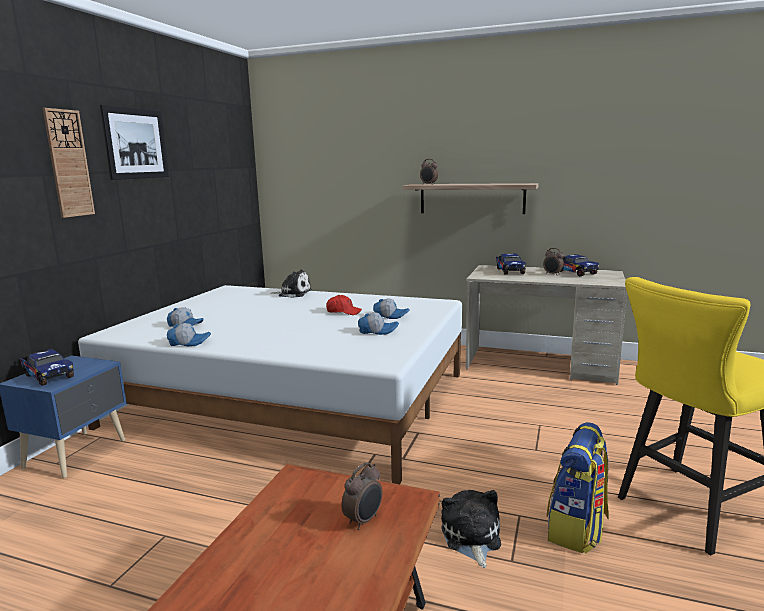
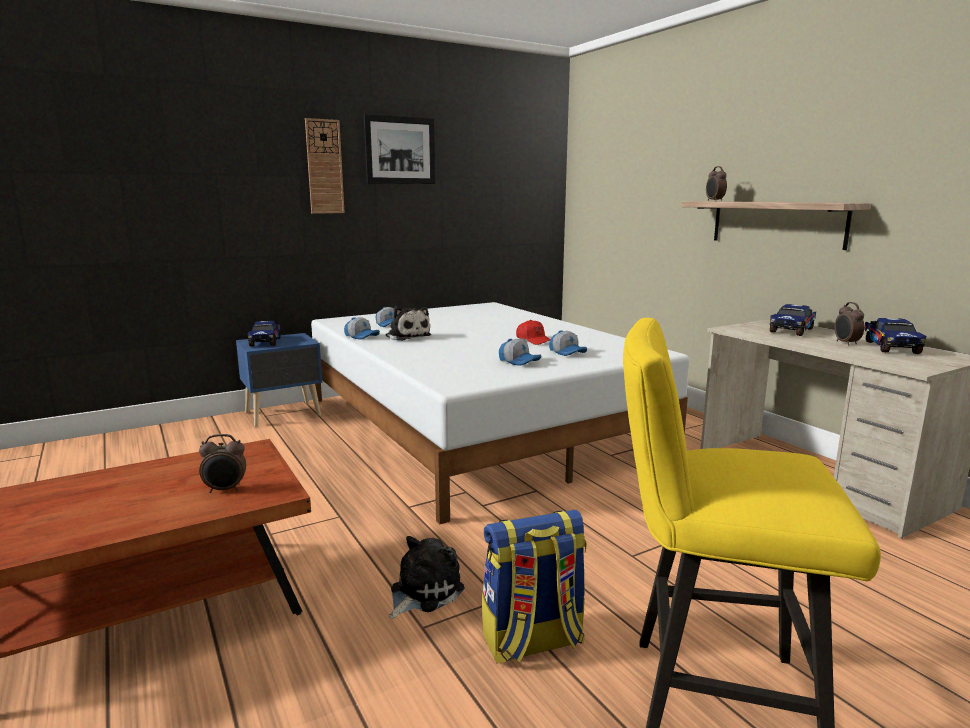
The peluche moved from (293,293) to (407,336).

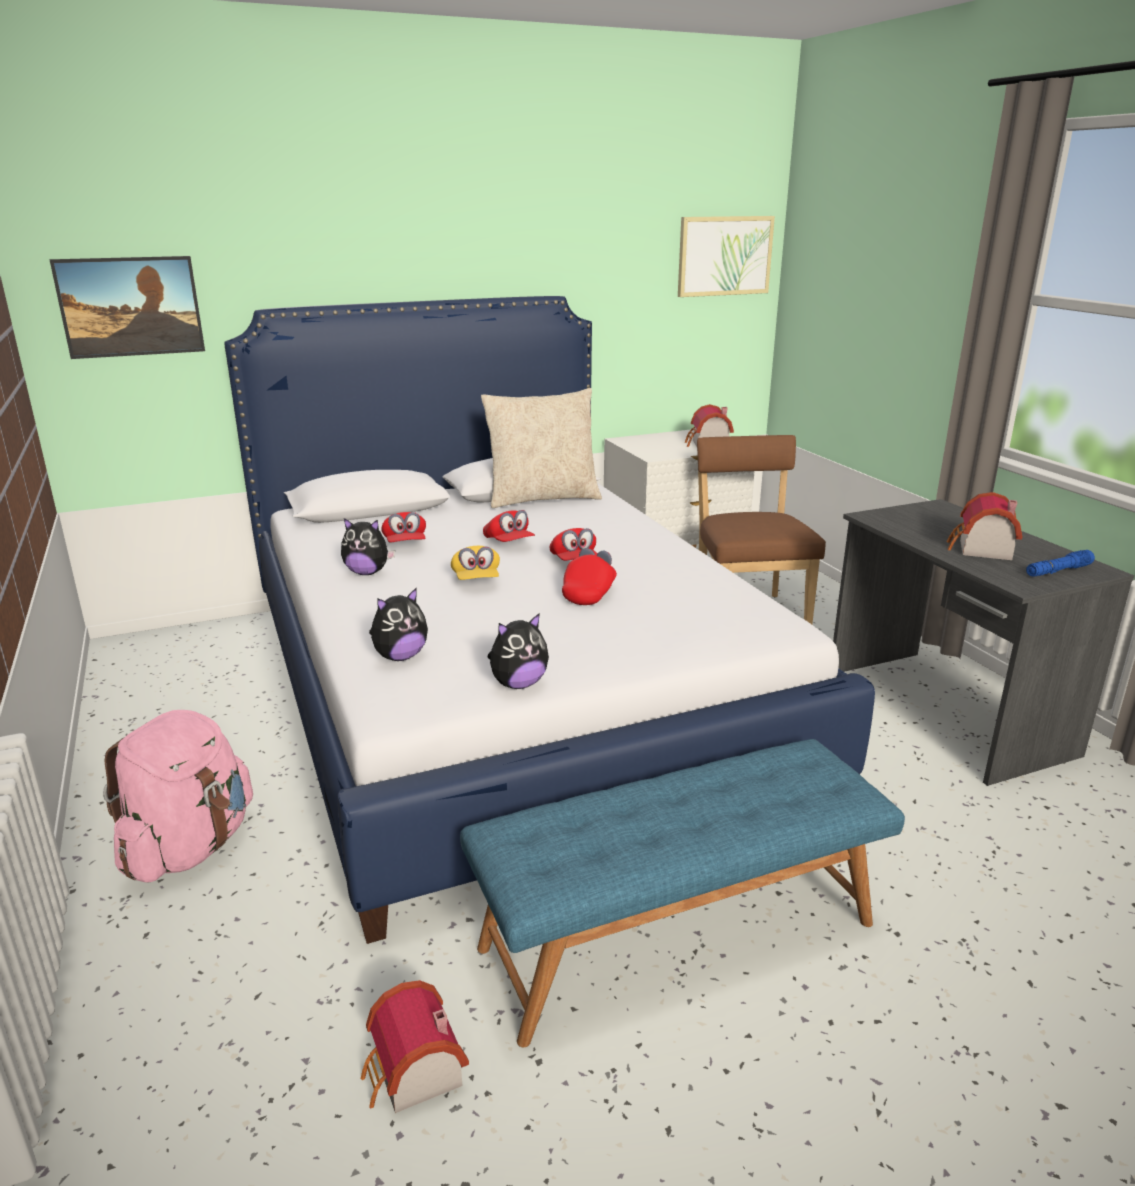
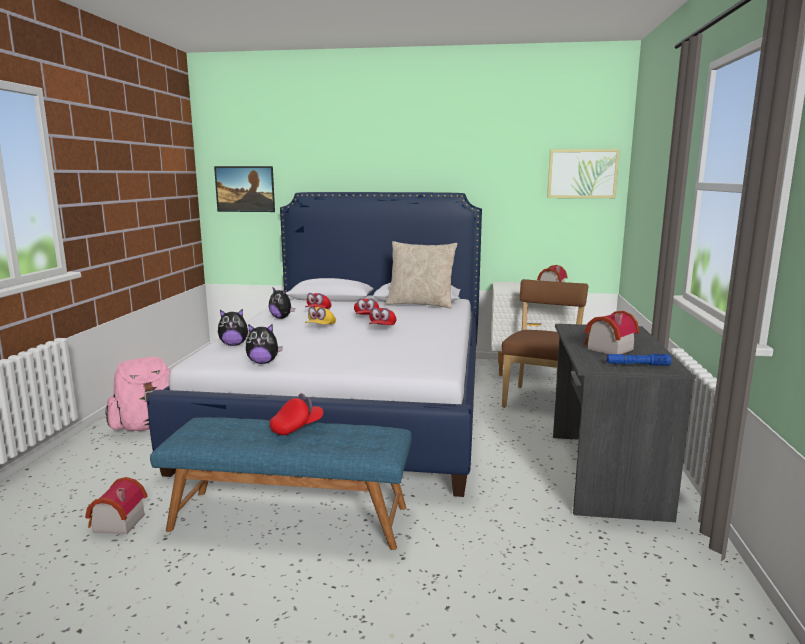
The gorra (rojo) moved from (589,593) to (297,427).

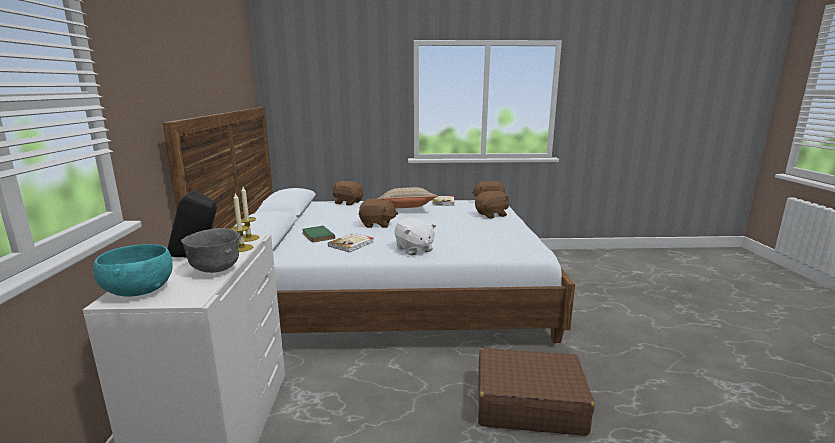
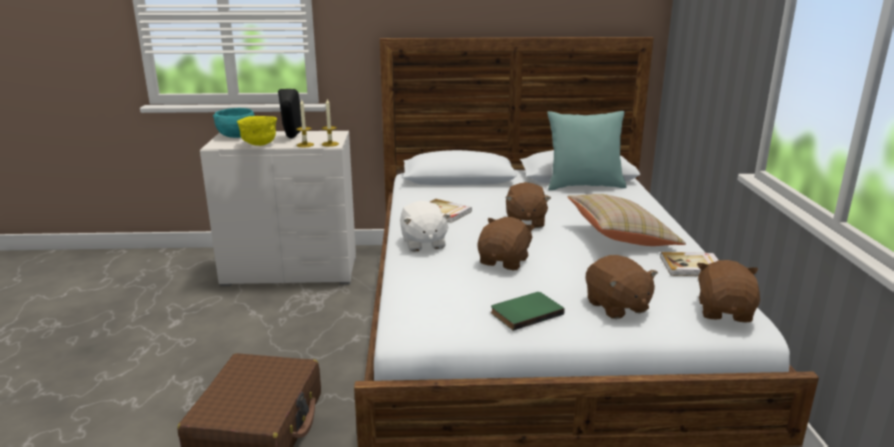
The cojín (turquesa) at (584,186) appeared.
The libro (verde) moved from (317,236) to (525,312).
The peluche (marrón) moved from (348,202) to (504,261).
The cuenco (gris) at (216,270) became the cuenco (amarillo) at (259,144).
The peluche (blanco) at (414,249) turned 75 degrees counterclockwise.

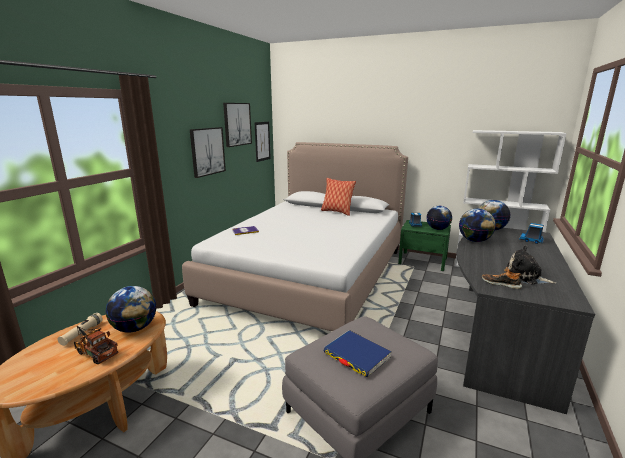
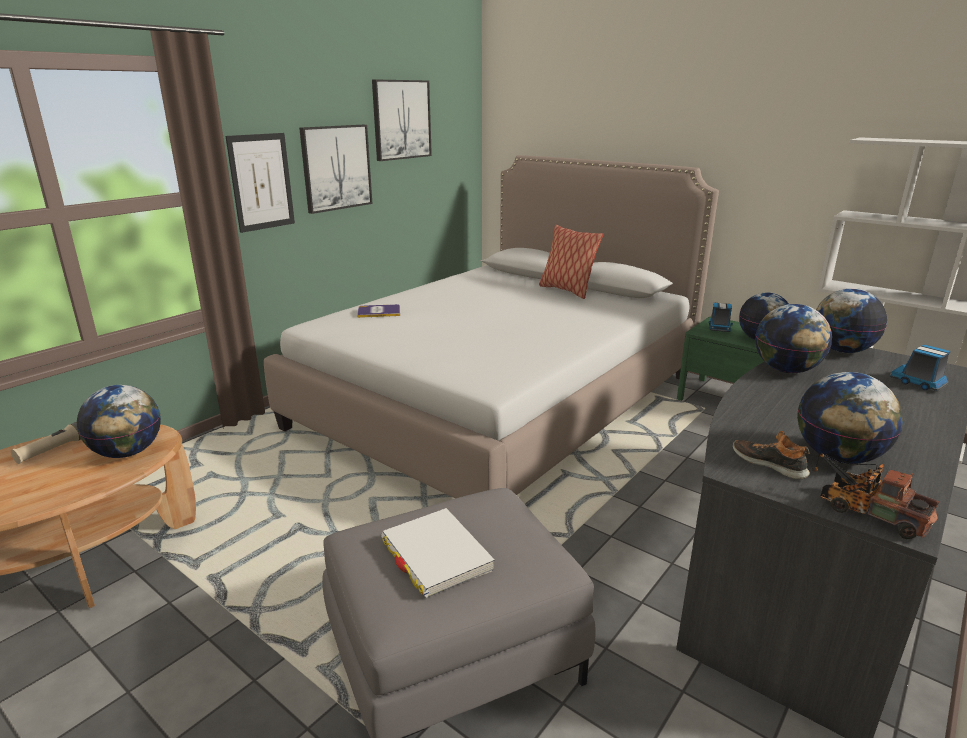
The camión de juguete moved from (95,352) to (865,512).
The cuadro moved from (262,141) to (261,182).
The peluche at (525,277) was replaced by the globo terráqueo at (837,457).
The libro (azul) at (356,355) became the libro (blanco) at (436,555).

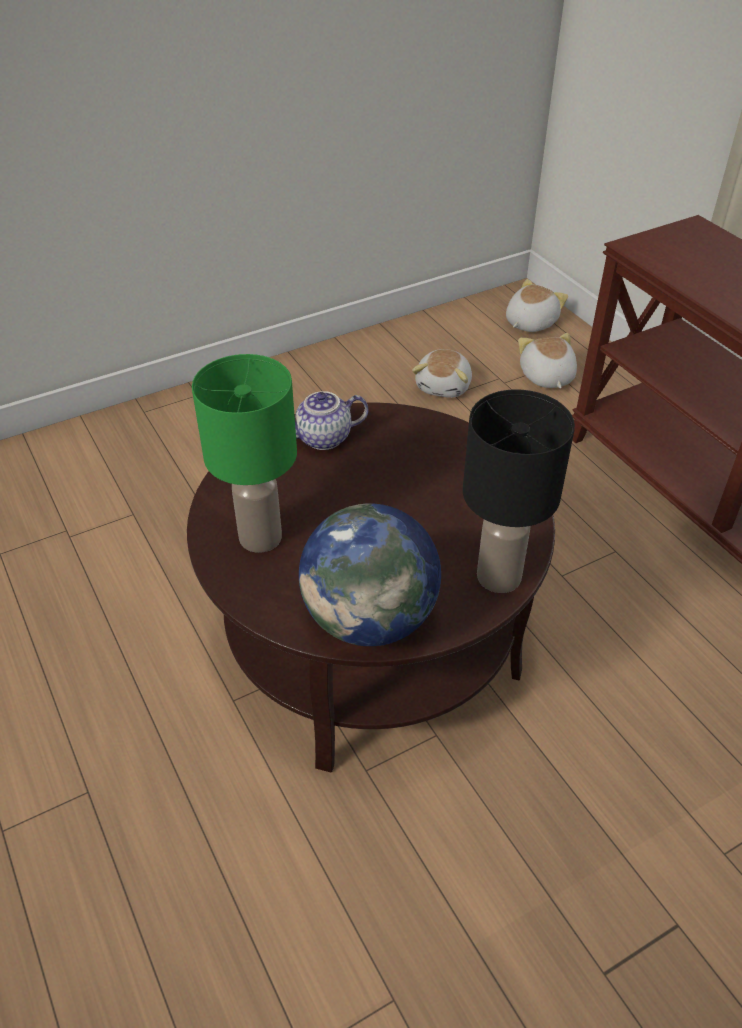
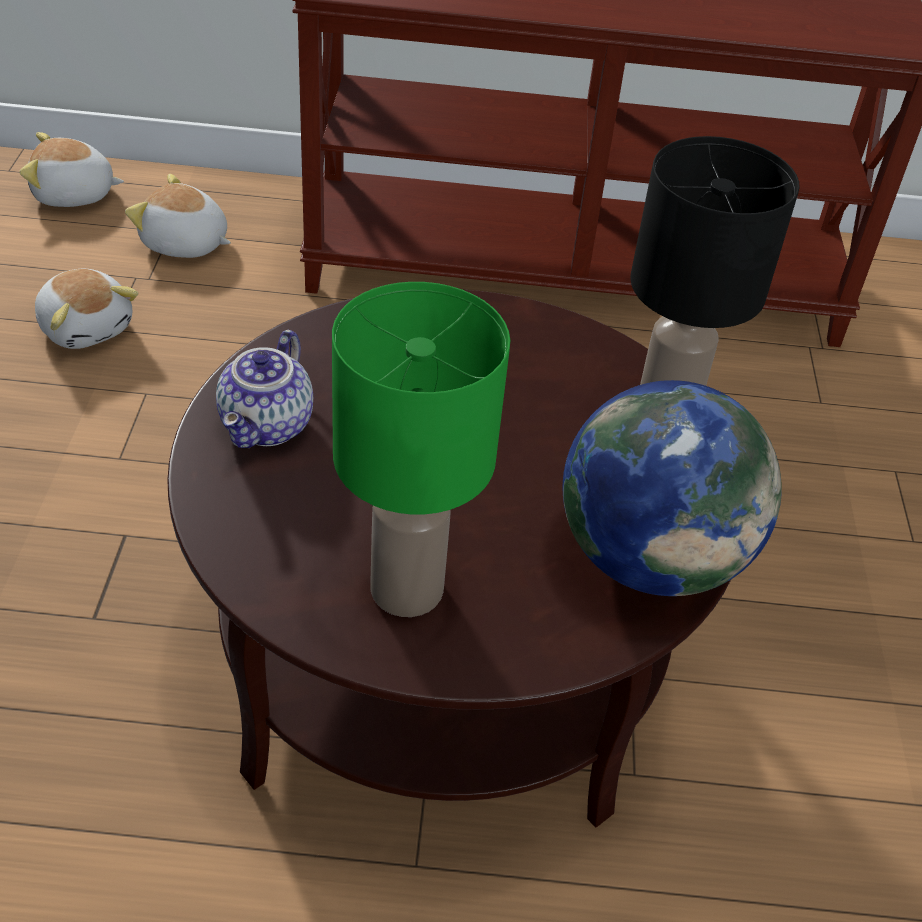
The peluche at (529,322) turned 75 degrees counterclockwise.

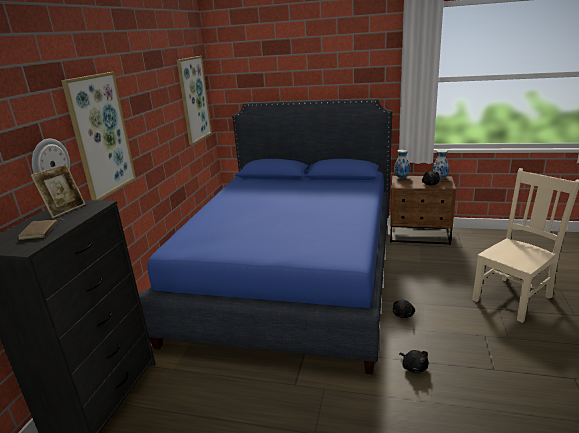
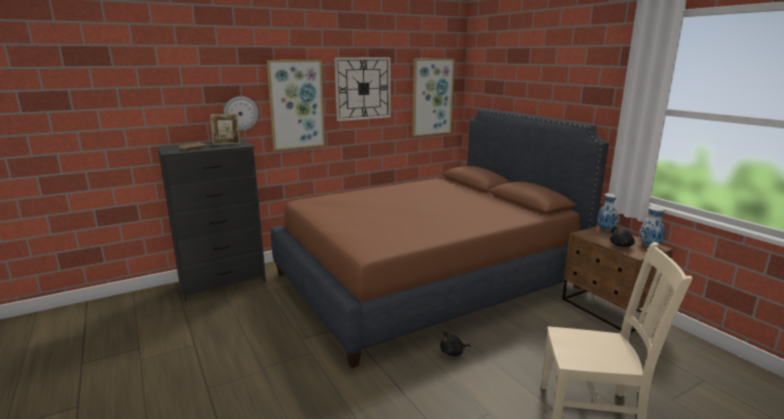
The peluche (negro) at (414,367) disappeared.
The reloj de pared at (363,88) appeared.
The cama (azul) at (293,276) became the cama (marrón) at (427,280).

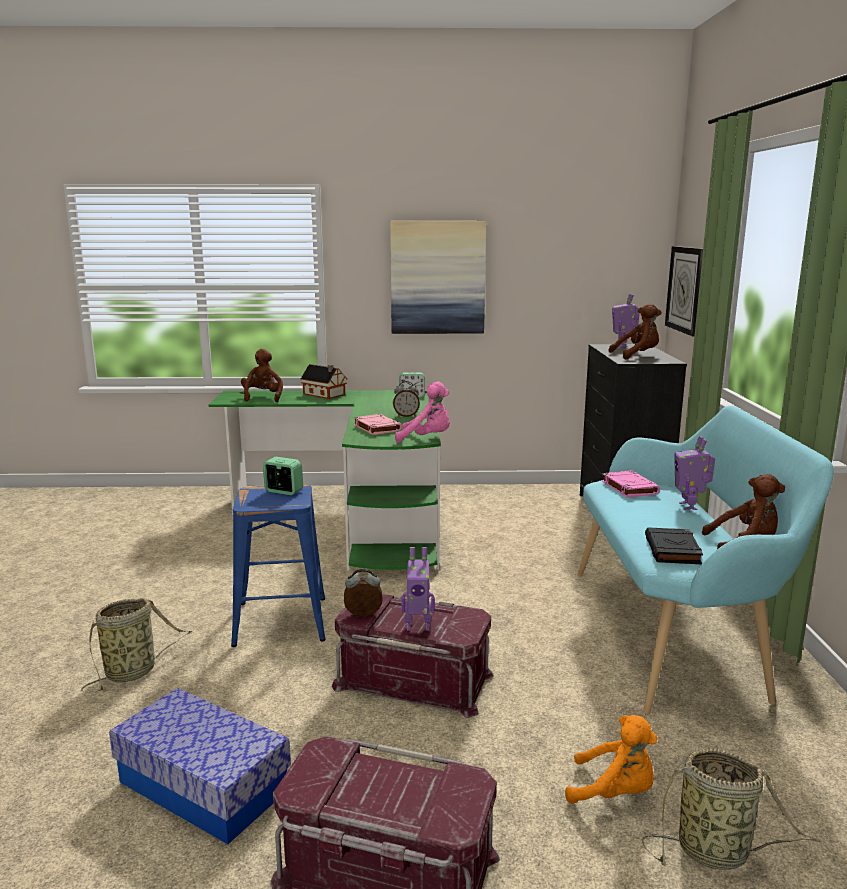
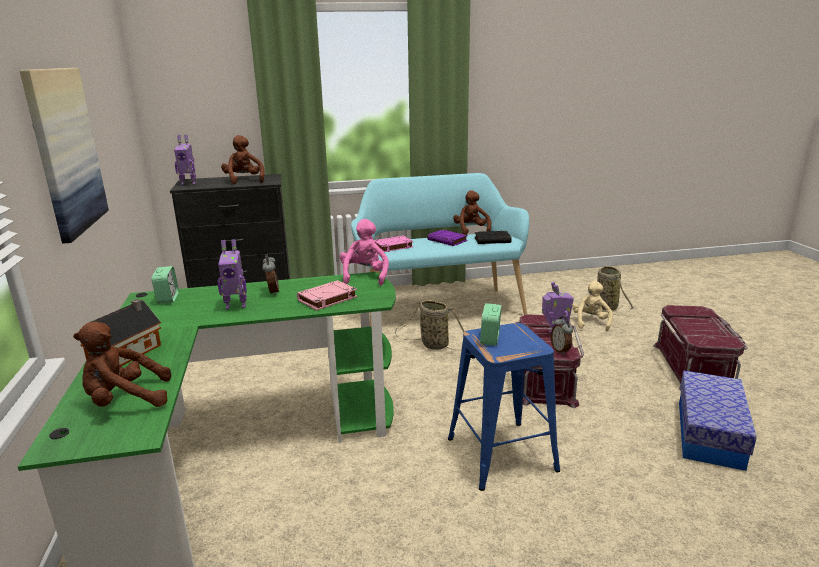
The reloj de pared at (686,289) disappeared.
The libro (morado) at (448,240) appeared.
The cesta moved from (134,671) to (432,345).
The robot de juguete moved from (689,506) to (236,305).
The peluche (naranja) at (614,792) became the peluche (beis) at (591,322).

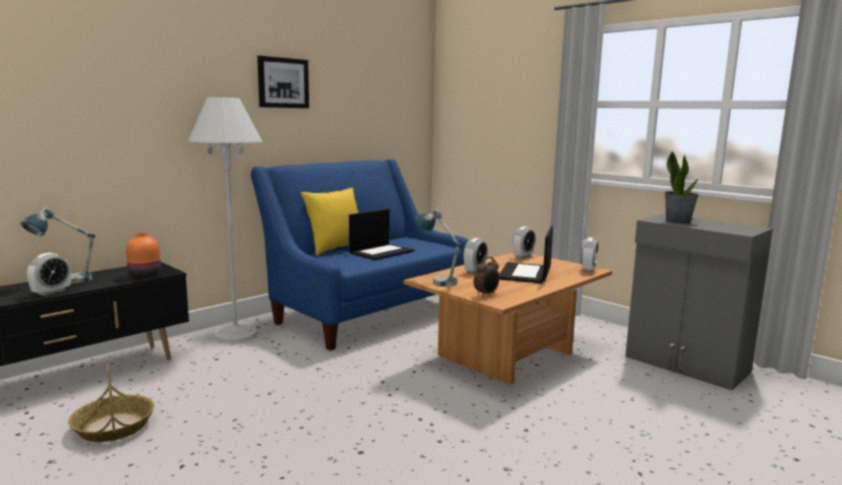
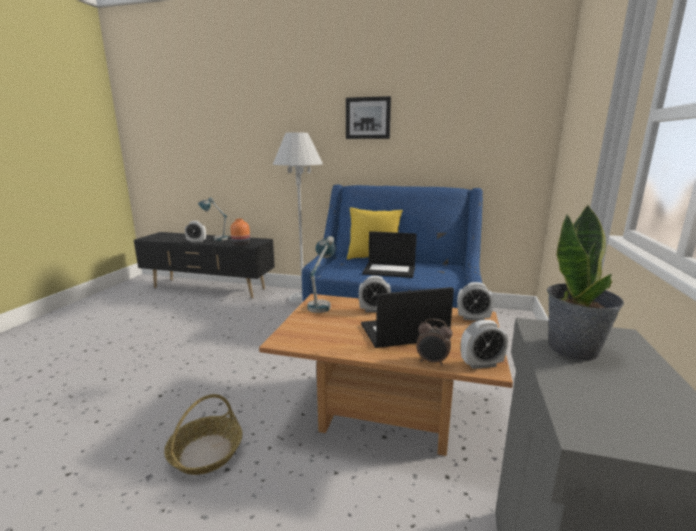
The cesta moved from (114,427) to (206,453).
The despertador moved from (486,294) to (432,361).

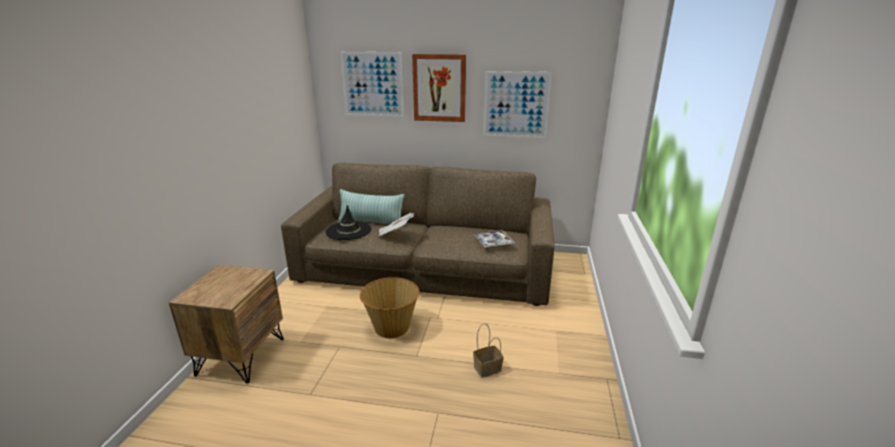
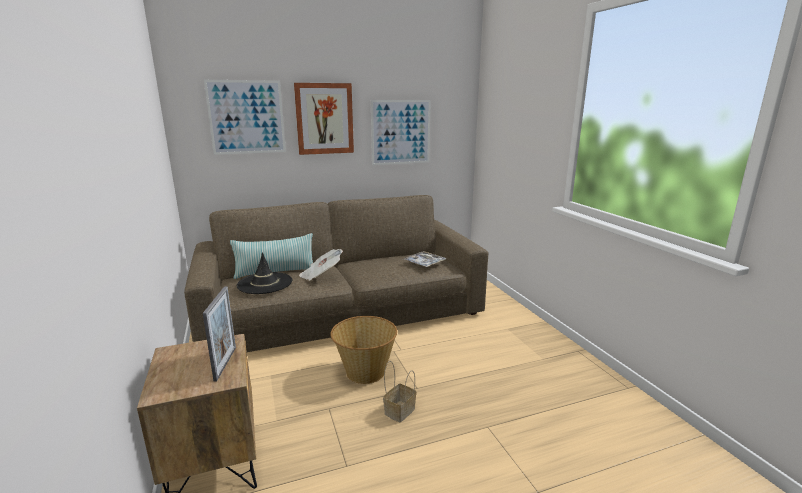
The portarretratos at (225,363) appeared.
The cesta moved from (488,368) to (400,410).

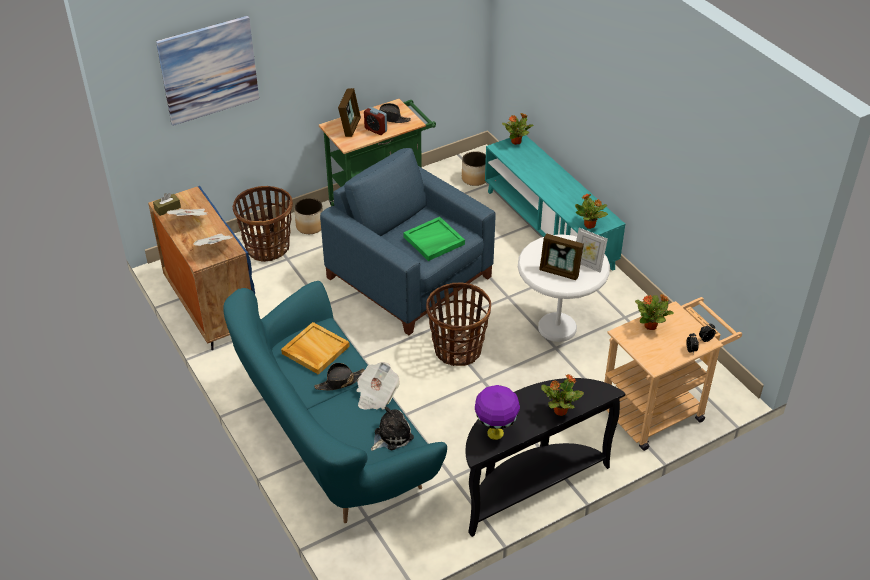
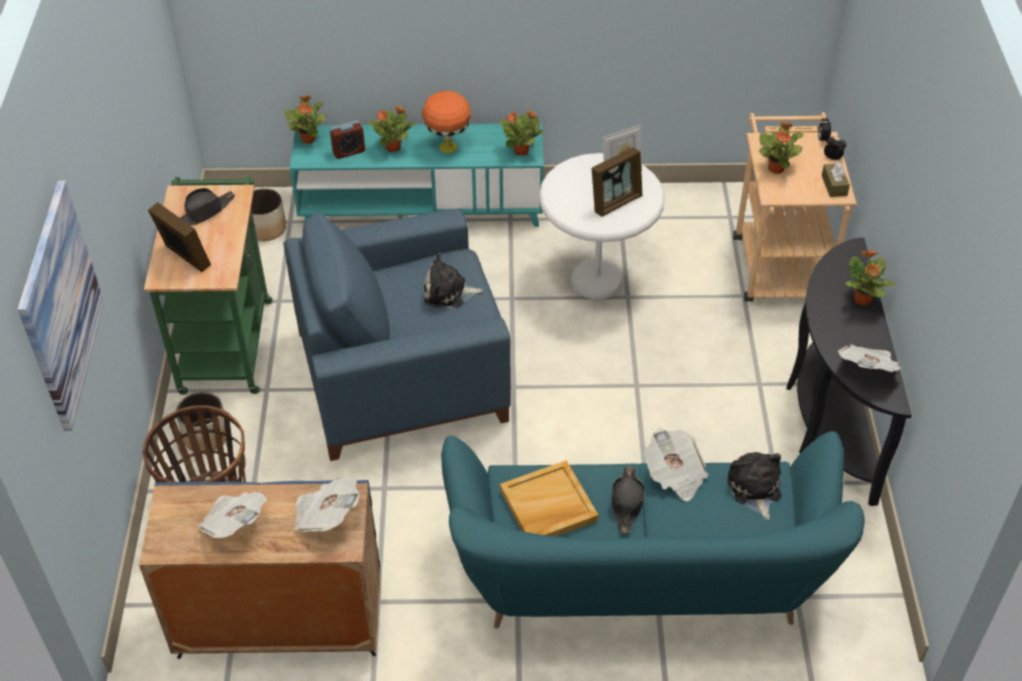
The cesta at (457,349) disappeared.
The planta en maceta at (394,147) appeared.
The lámpara de mesa (naranja) at (448,147) appeared.
The caja de pañuelos (marrón) moved from (167,208) to (834,185).
The despertador moved from (375,130) to (348,151).
The bandeja (verde) at (434,241) was replaced by the peluche at (448,292).
The lámpara de mesa (morado) at (495,432) was replaced by the periódico at (867,369).

